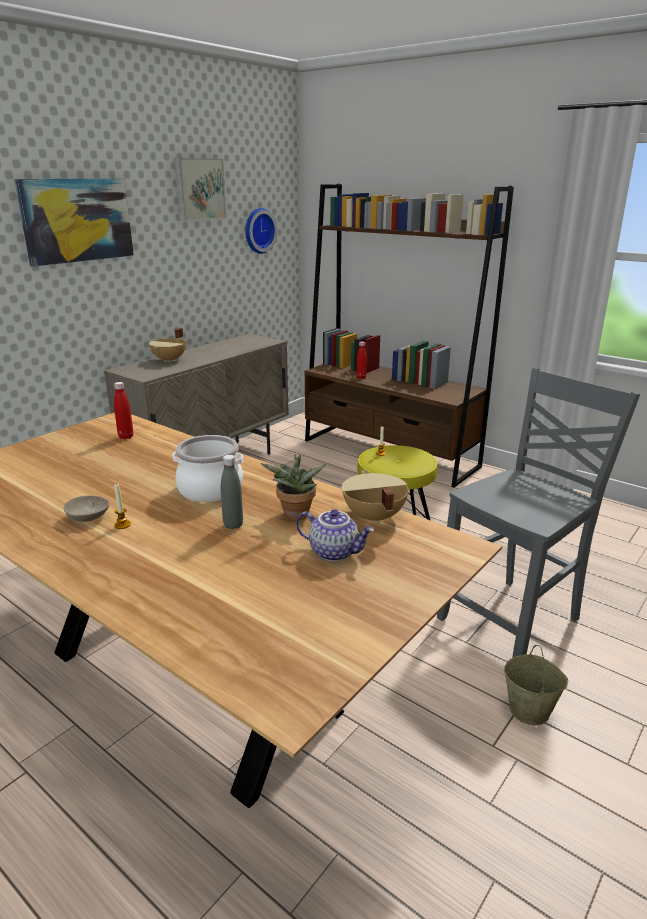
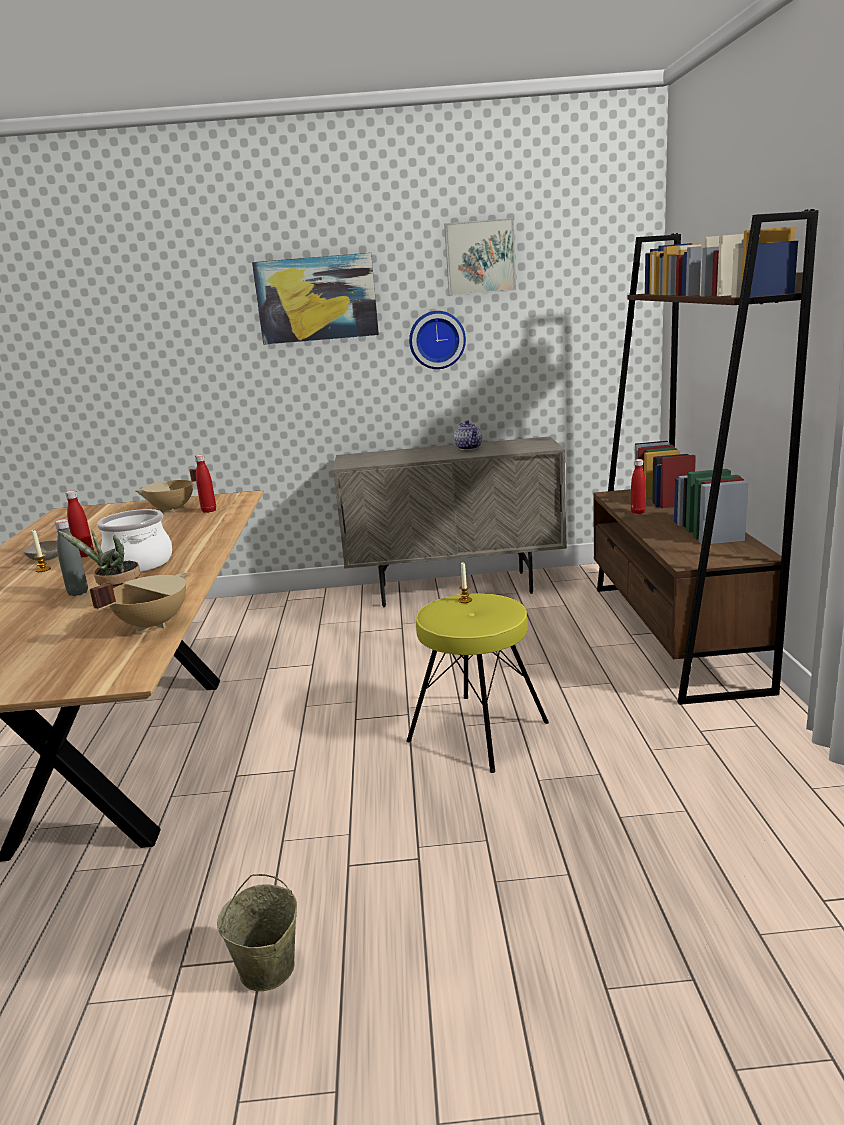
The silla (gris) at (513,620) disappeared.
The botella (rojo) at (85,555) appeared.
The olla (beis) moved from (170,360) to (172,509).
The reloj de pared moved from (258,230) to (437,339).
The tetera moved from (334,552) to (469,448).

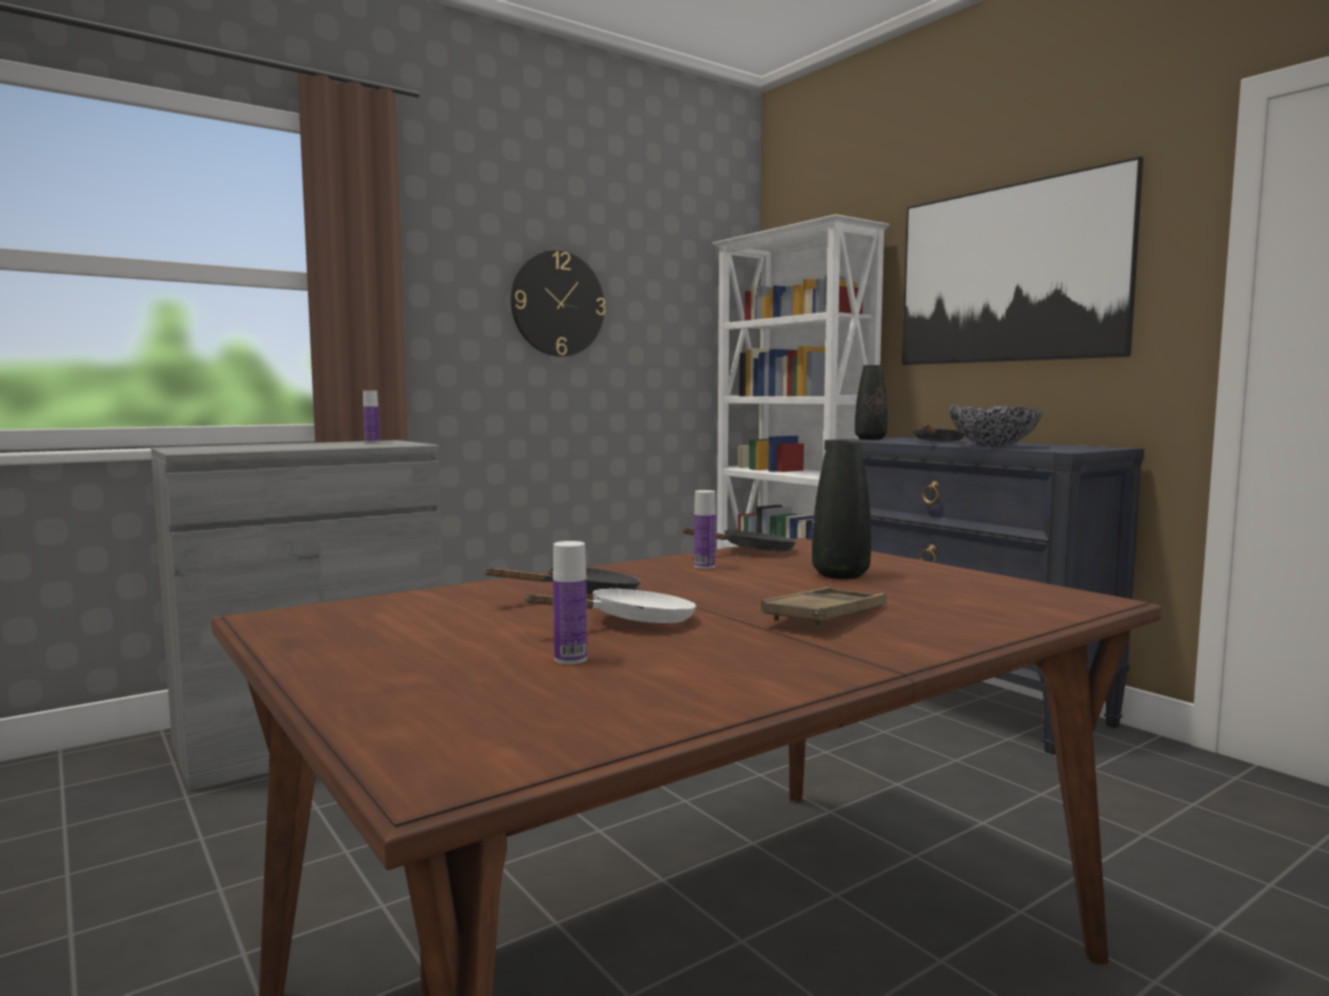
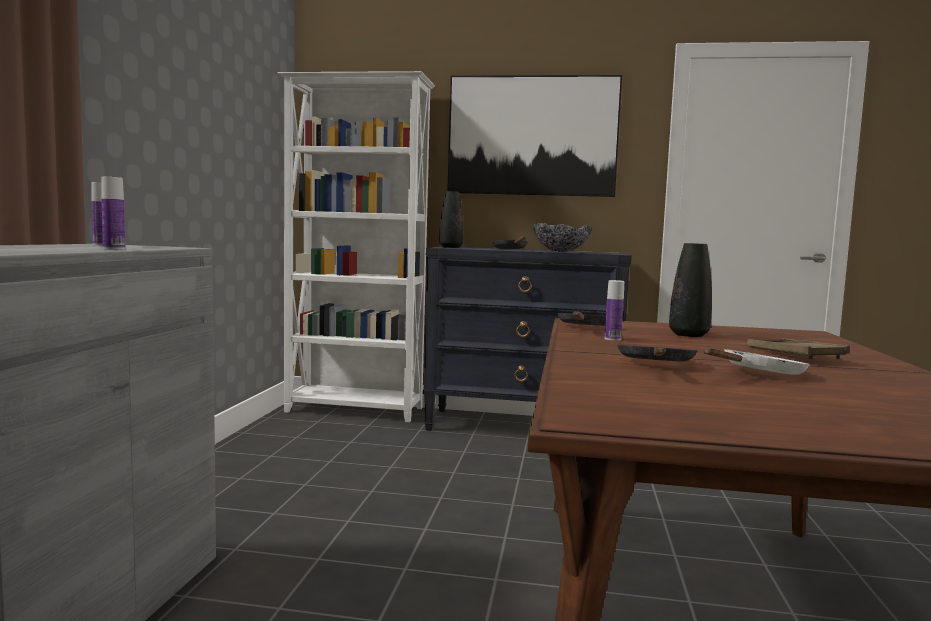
The reloj de pared at (558,304) disappeared.
The botella moved from (570,659) to (114,249).
The sartén (blanco) at (632,622) turned 45 degrees clockwise.

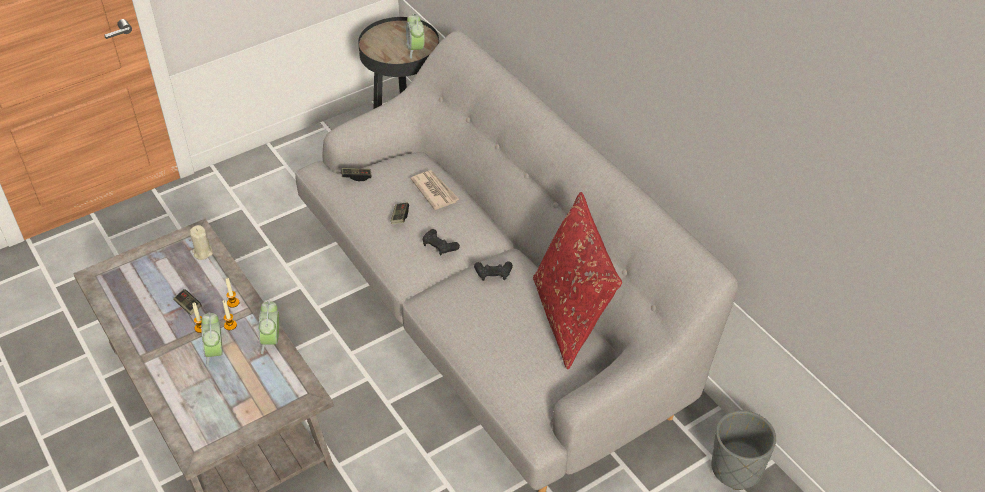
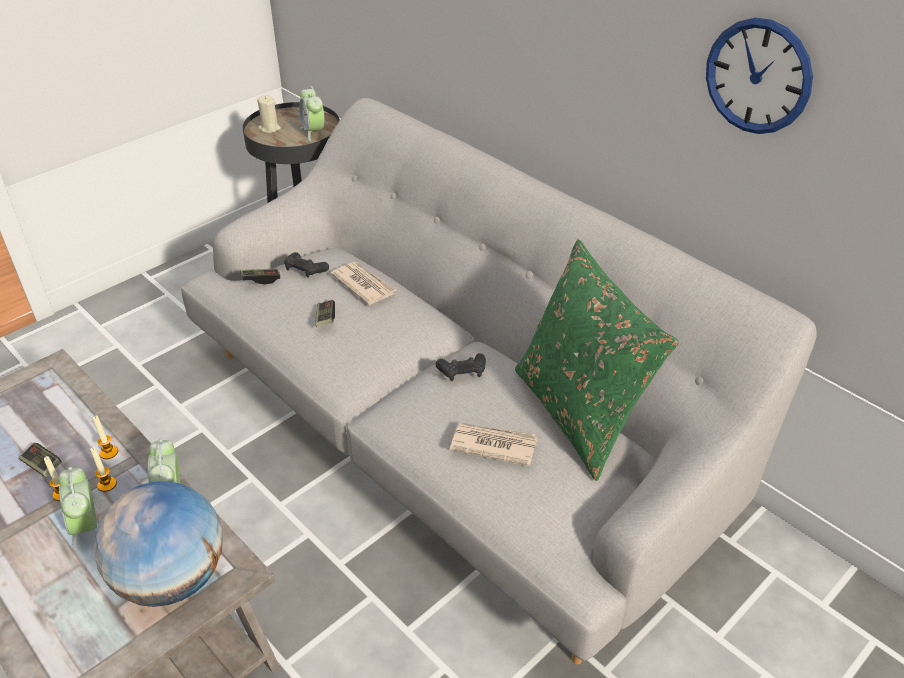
The maceta (gris) at (736,468) disappeared.
The globo terráqueo at (173,578) appeared.
The periódico at (493,445) appeared.
The reloj de pared at (758,76) appeared.
The vela (beis) moved from (202,252) to (269,128).
The mando de consola (negro) moved from (439,246) to (305,270).
The cojín (rojo) at (571,318) became the cojín (verde) at (579,414).

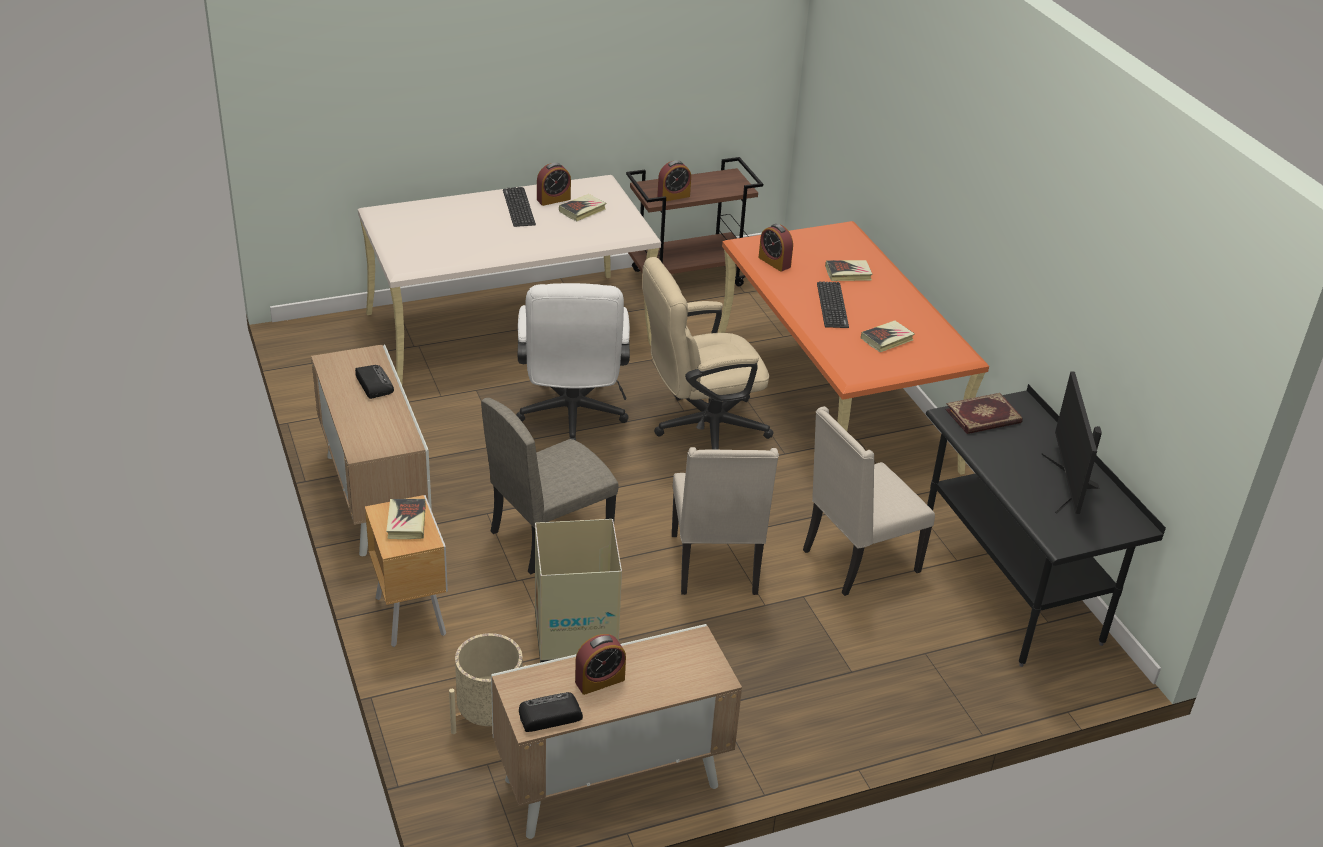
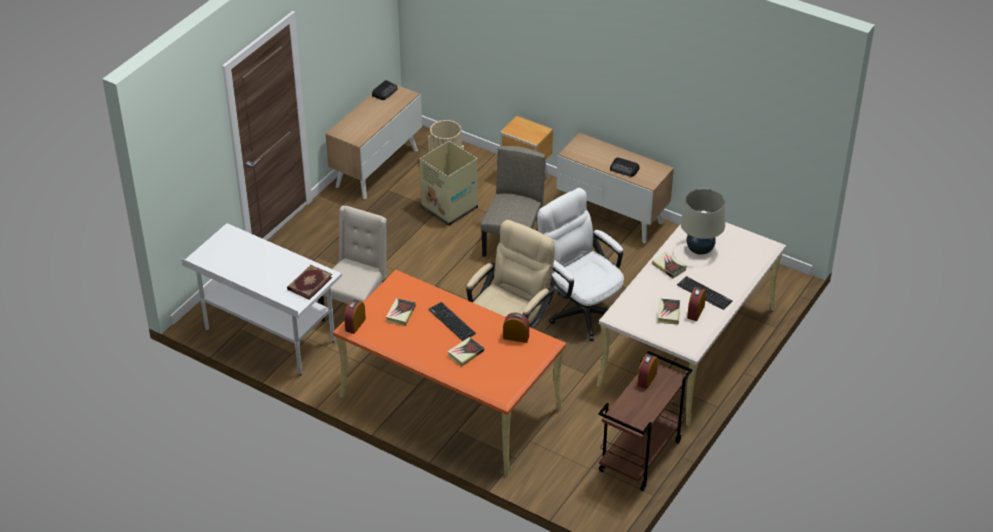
The silla (beis) at (716,566) disappeared.
The monitor at (1069,484) disappeared.
The lámpara de mesa (beis) at (700,249) appeared.
The libro moved from (406,522) to (669,267).
The despertador moved from (600,681) to (355,324).
The escritorio (negro) at (1010,589) became the escritorio (blanco) at (269,337).

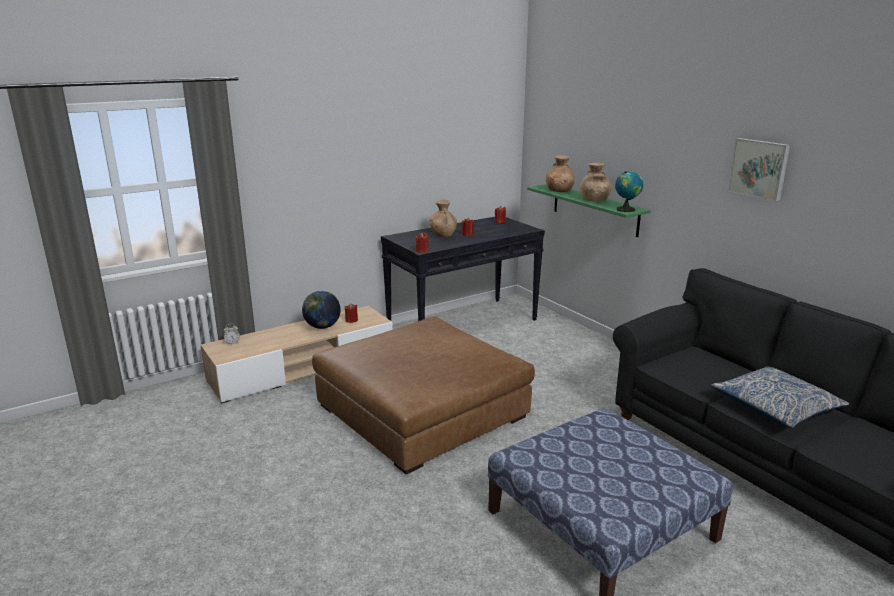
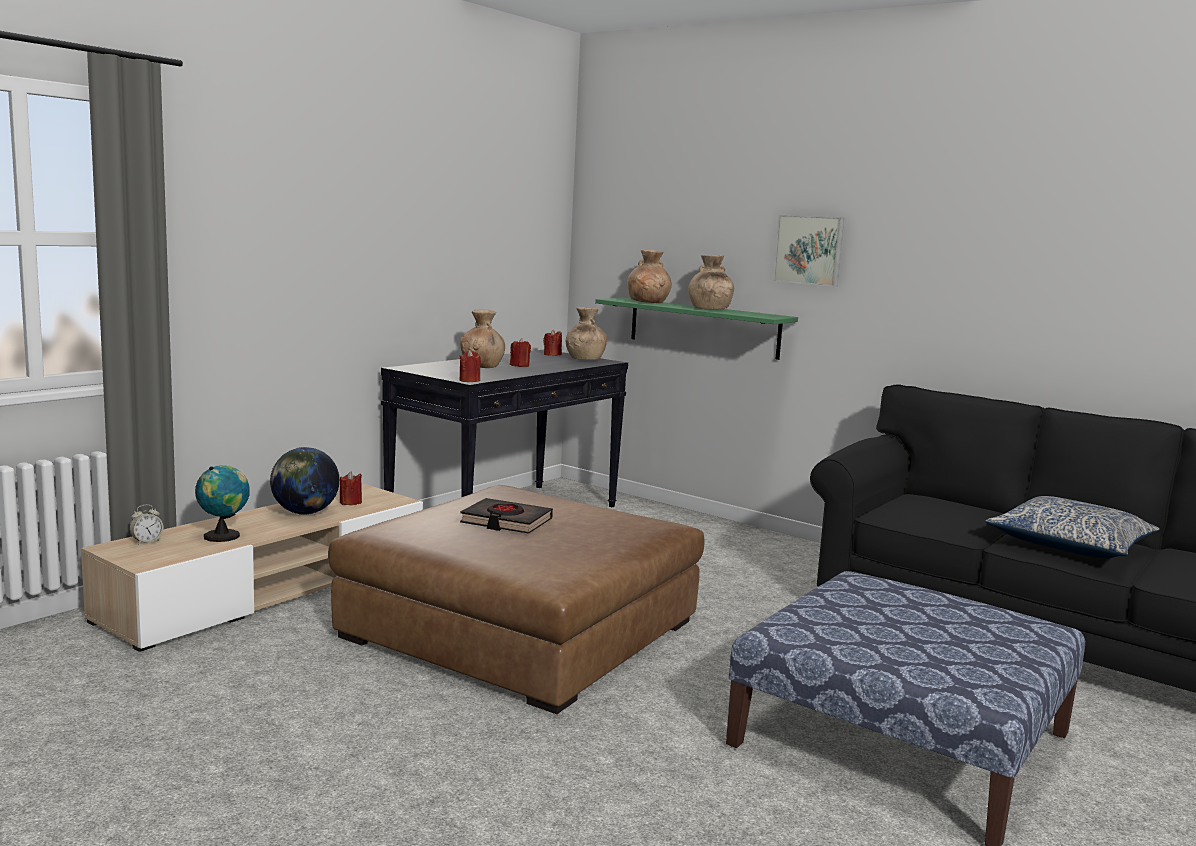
The libro (negro) at (506,522) appeared.
The florero (marrón) at (584,359) appeared.
The globo terráqueo moved from (626,209) to (224,536).
The cuadro moved from (759,168) to (809,250).

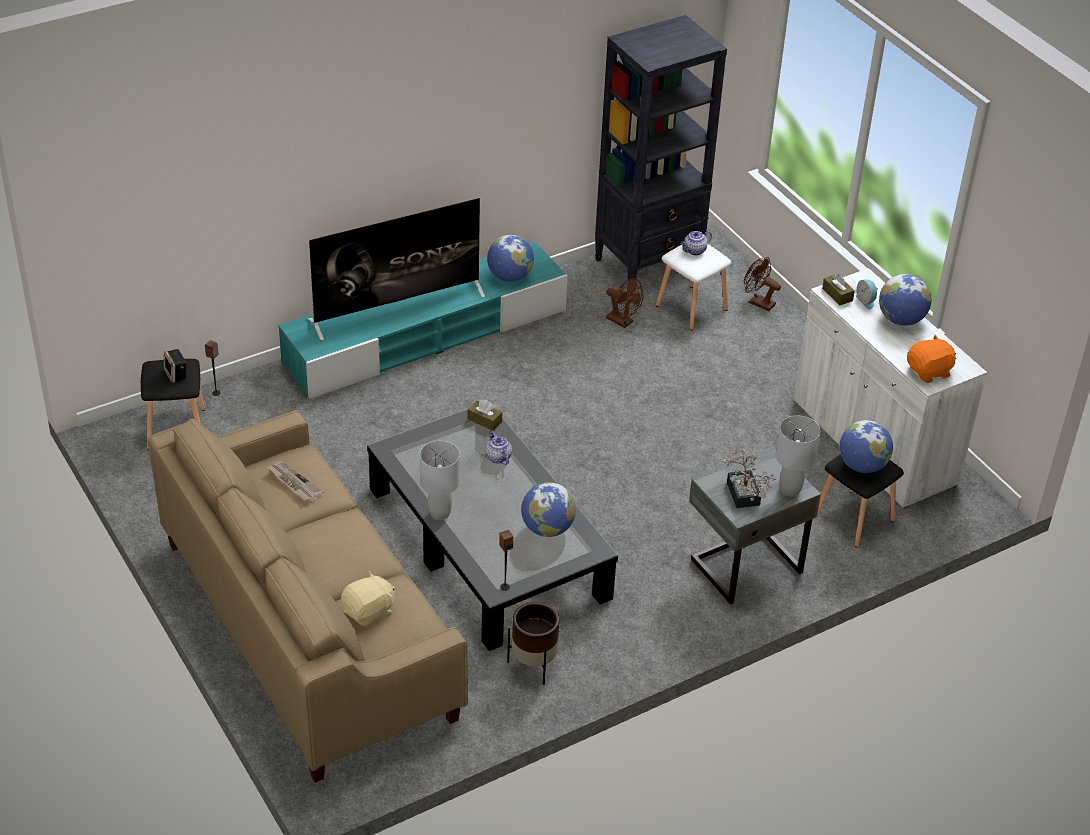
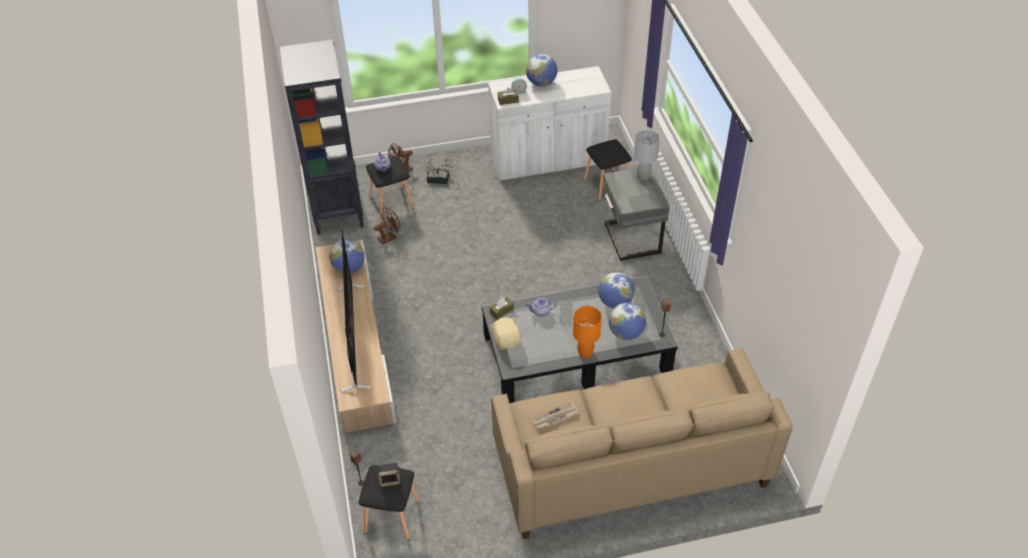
The maceta (marrón) at (534,665) disappeared.
The peluche (naranja) at (929,372) disappeared.
The peluche (beis) moved from (369,612) to (506,340).
The planta en maceta moved from (744,497) to (441,179).
The globo terráqueo moved from (862,466) to (626,333).
The mueble de televisión (turquesa) at (426,337) became the mueble de televisión (beis) at (356,342).
The lámpara de mesa (gris) at (439,513) became the lámpara de mesa (naranja) at (585,353).
The taburete (blanco) at (691,308) became the taburete (negro) at (392,202).

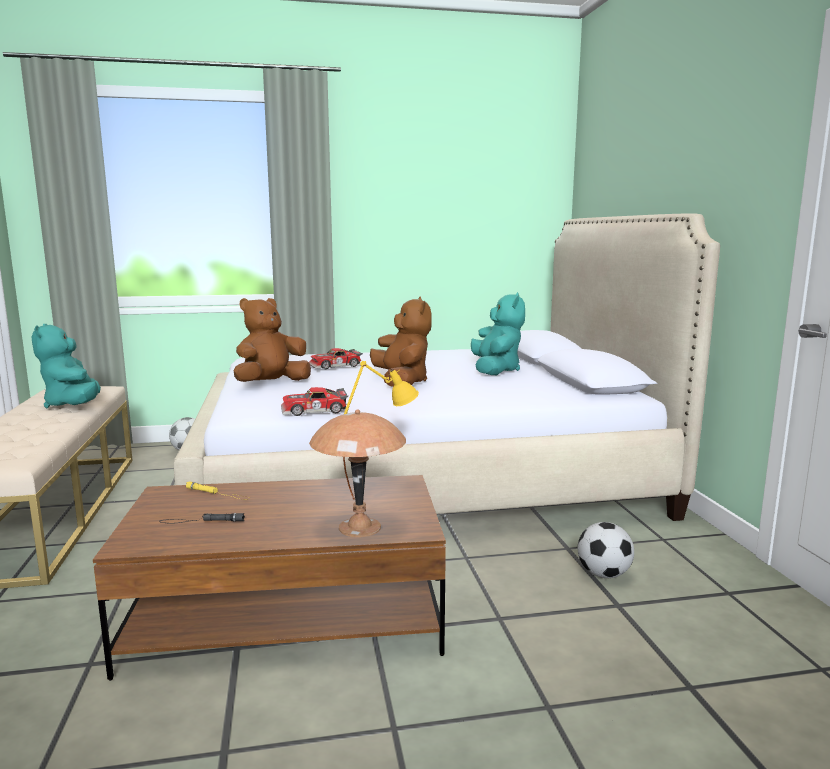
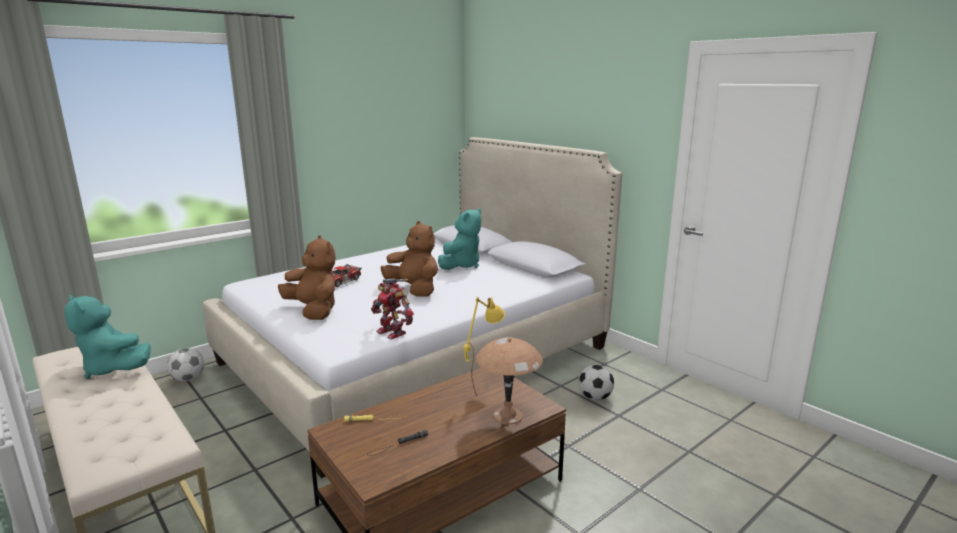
The coche de juguete at (314,411) was replaced by the robot de juguete at (393,332).
The peluche (marrón) at (271,384) turned 120 degrees clockwise.
The peluche (turquesa) at (495,370) turned 60 degrees clockwise.

